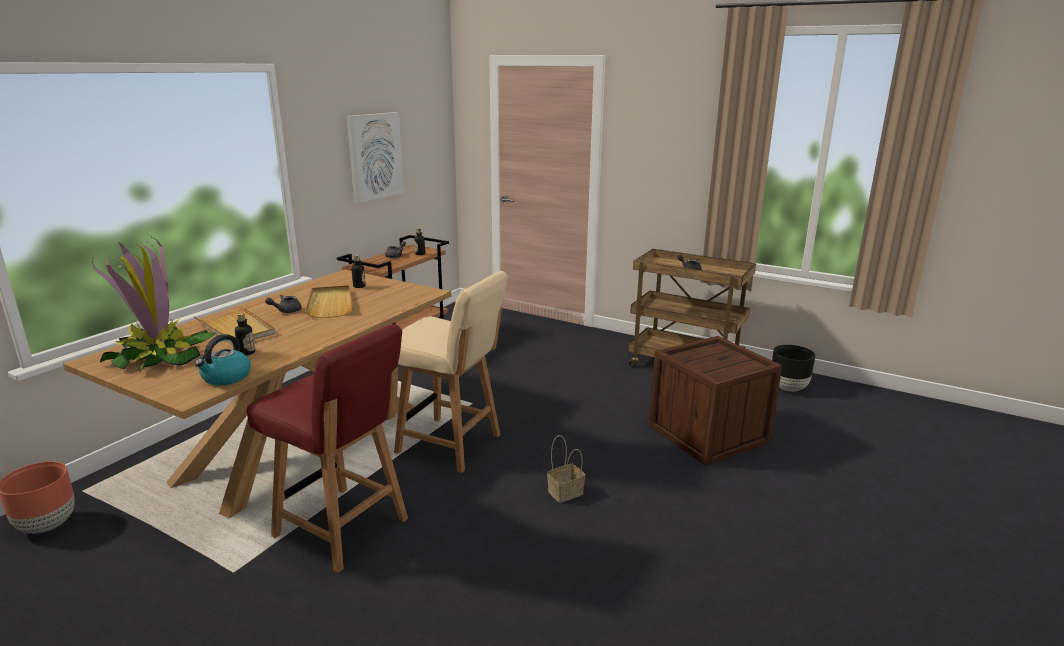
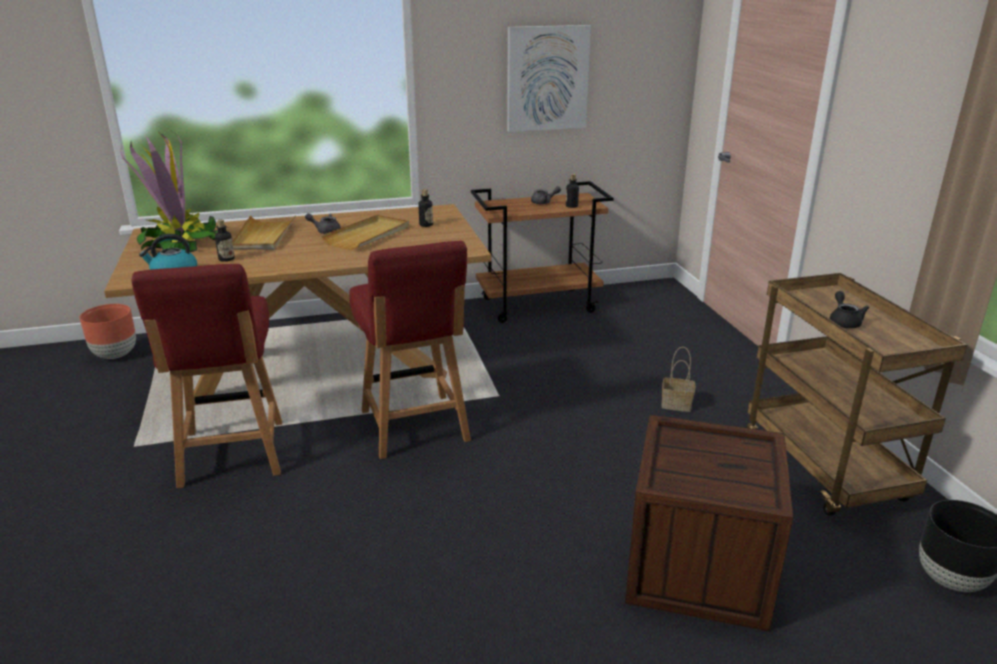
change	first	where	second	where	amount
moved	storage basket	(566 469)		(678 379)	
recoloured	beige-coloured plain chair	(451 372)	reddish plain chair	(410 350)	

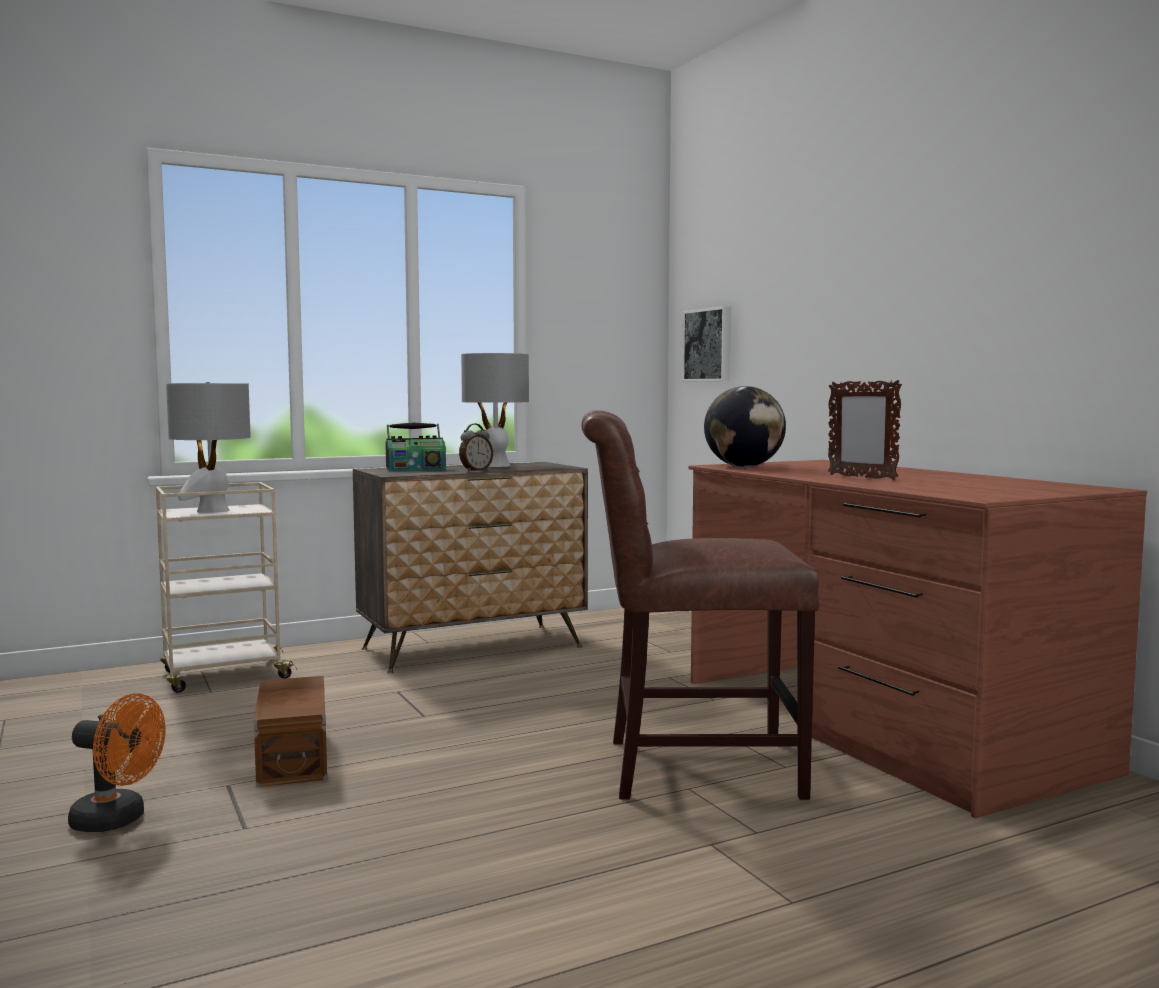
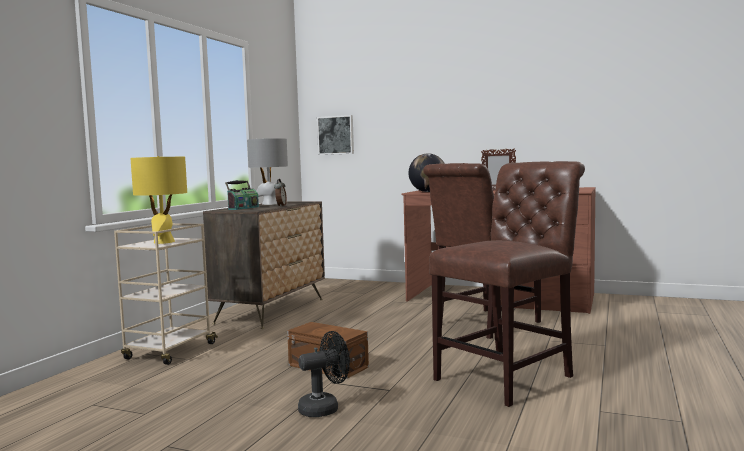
change	first	where	second	where	amount
added			brown plain chair	(507 284)	
recoloured	orangey electric fan	(117 762)	blackish electric fan	(324 374)	
recoloured	gray tabletop lamp	(208 447)	yellow-coloured tabletop lamp	(158 200)	

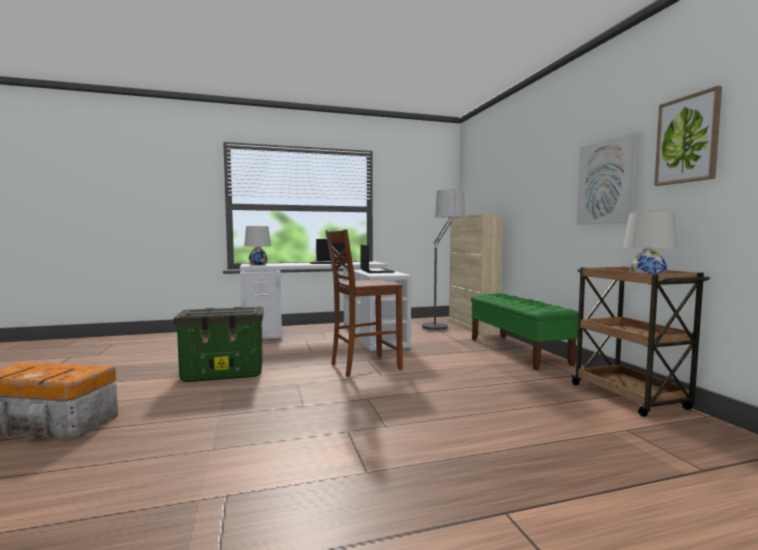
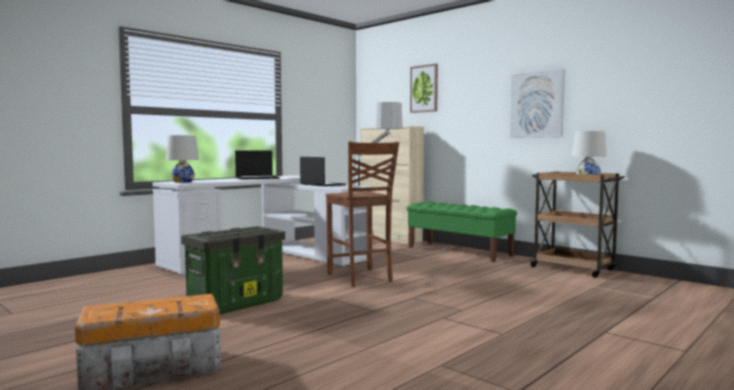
change	first	where	second	where	amount
moved	picture	(688 136)		(424 88)	
turned	brown plain chair	(364 303)		(362 214)	60 degrees counterclockwise

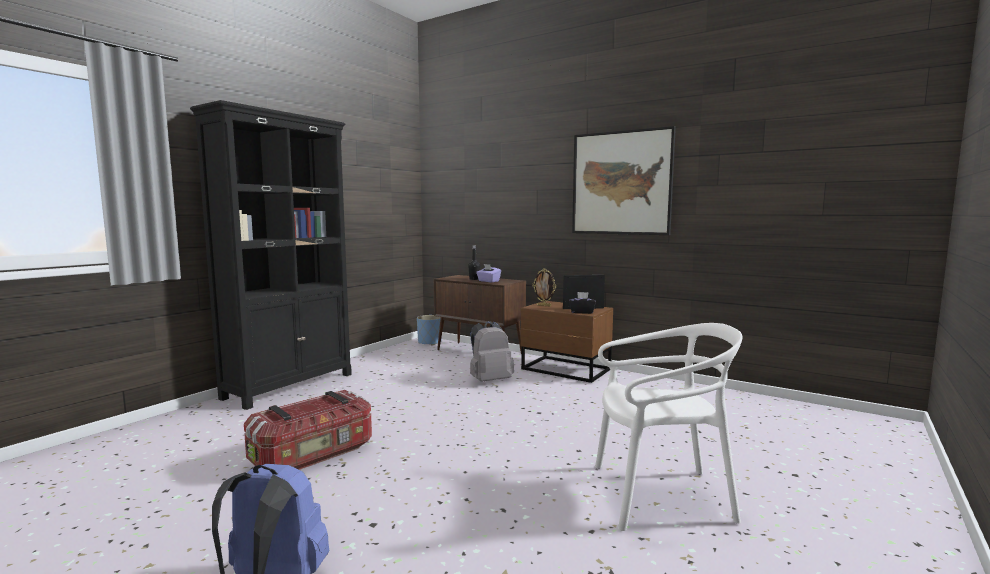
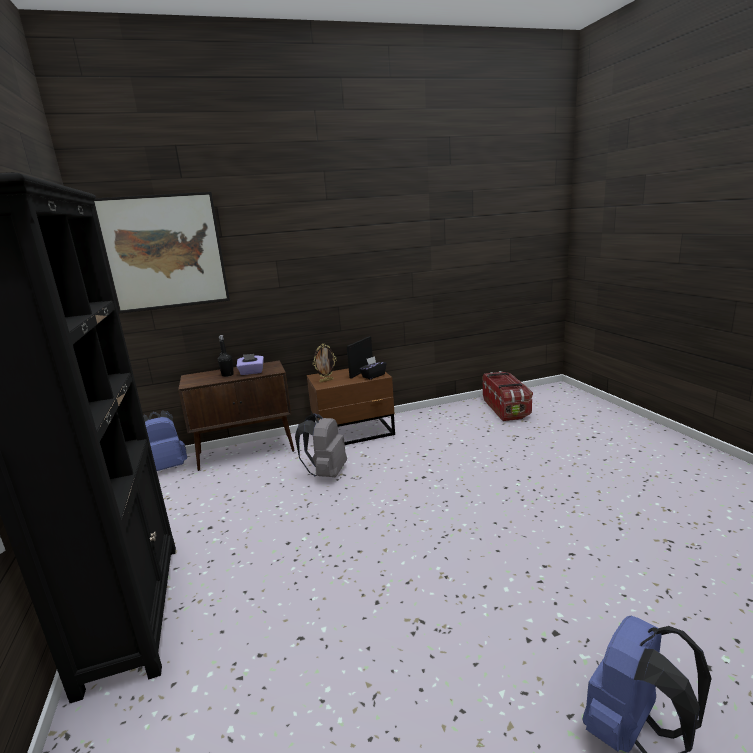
change	first	where	second	where	amount
removed	whitish plain chair	(669 427)			
moved	storage bin	(308 430)		(508 396)	
moved	picture	(624 180)		(161 253)	
replaced	blue-coloured planter	(429 330)	blue-coloured knapsack	(165 441)	

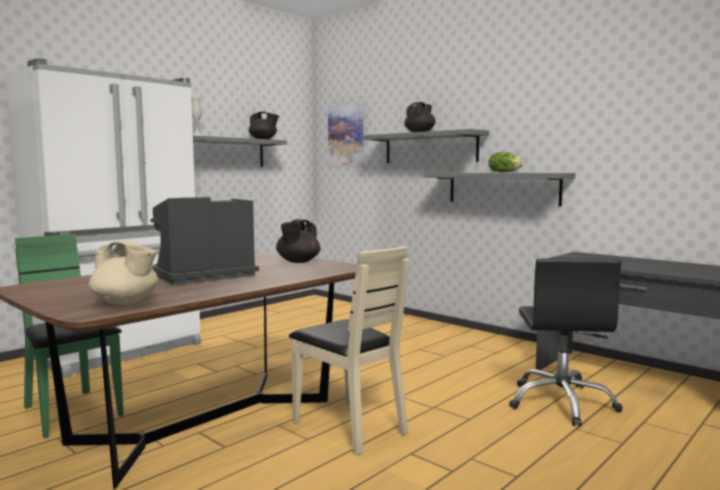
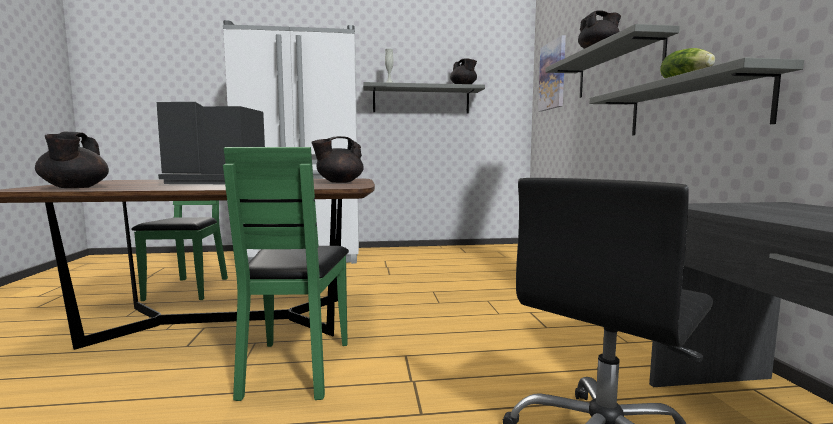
change	first	where	second	where	amount
recoloured	beige-coloured tea pot	(123 273)	blackish tea pot	(72 160)	
recoloured	beige-coloured plain chair	(349 350)	greenish plain chair	(286 274)	

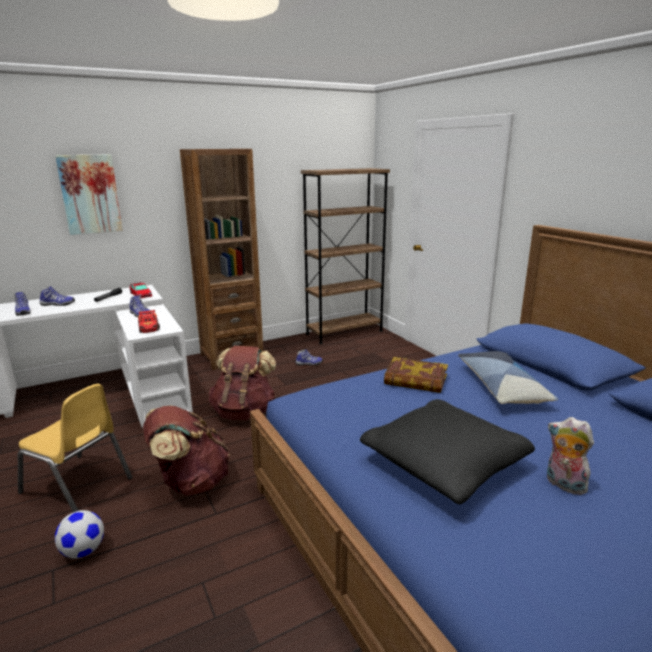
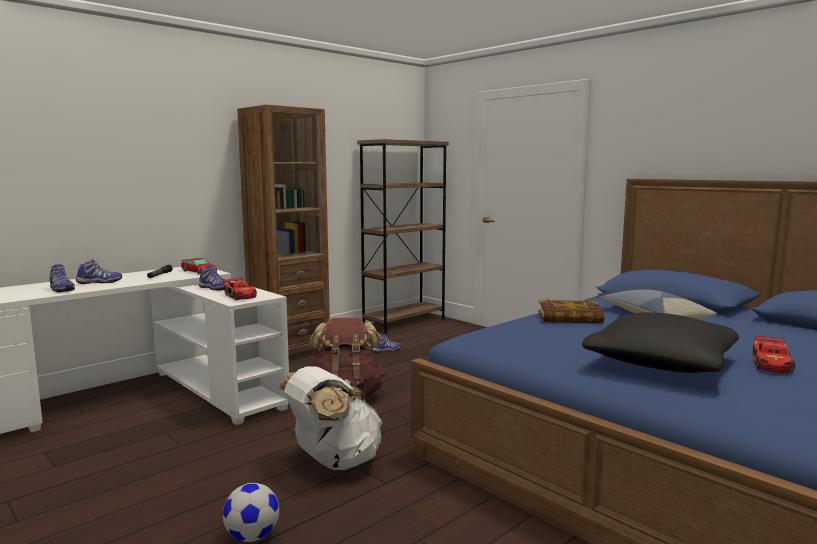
change	first	where	second	where	amount
removed	yellow-coloured plain chair	(75 448)			
removed	picture	(89 194)			
replaced	plush toy	(570 456)	toy car	(774 354)	
recoloured	brown knapsack	(186 451)	whitish knapsack	(331 418)	

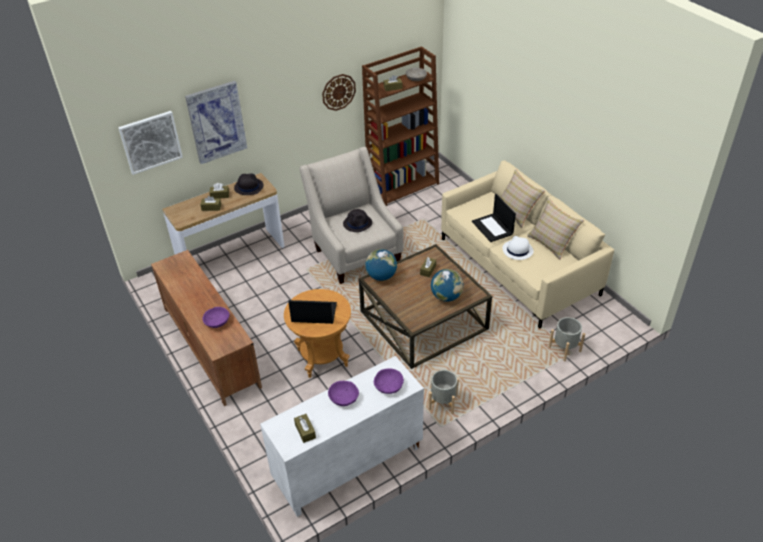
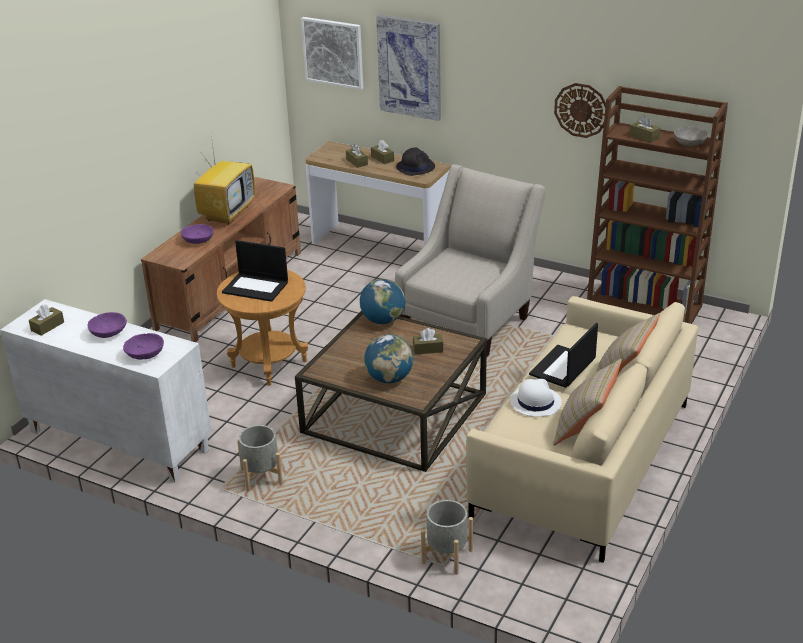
change	first	where	second	where	amount
removed	blackish wearable hat	(357 220)			
added			television	(224 180)	
turned	laptop	(312 312)		(255 271)	135 degrees clockwise

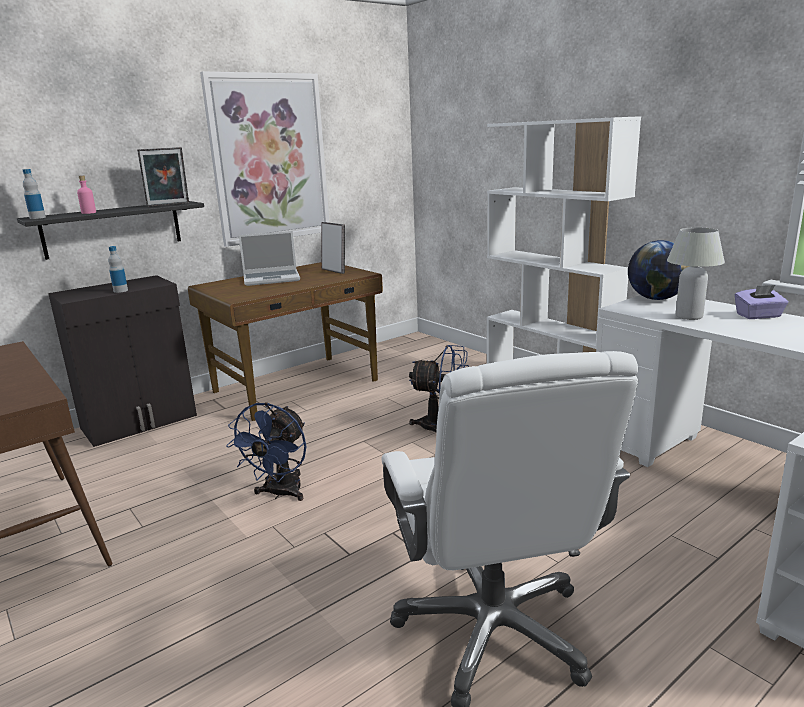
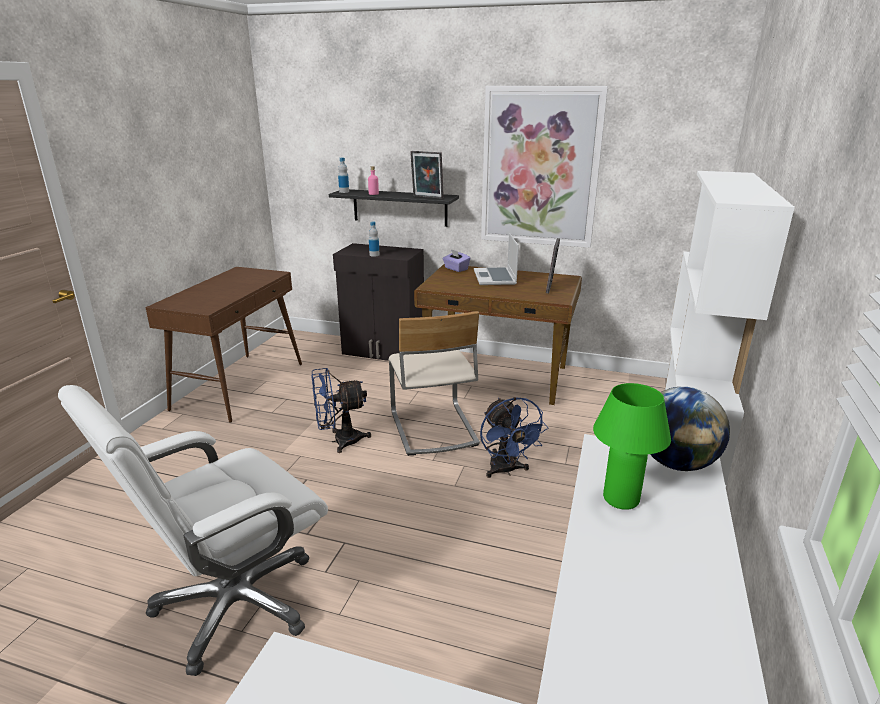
change	first	where	second	where	amount
added			beige-coloured plain chair	(434 383)	
moved	purple tissue box	(761 302)		(456 260)	
recoloured	whitish tabletop lamp	(696 273)	greenish tabletop lamp	(632 446)	
turned	laptop	(269 258)		(496 259)	45 degrees clockwise

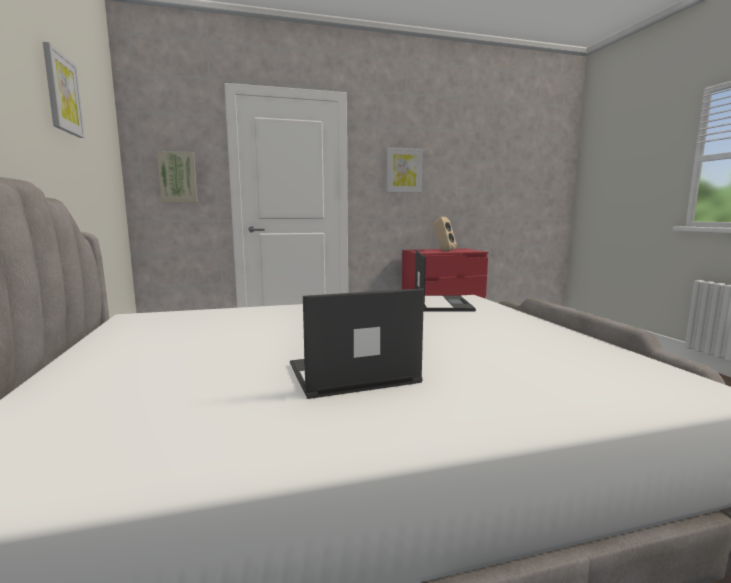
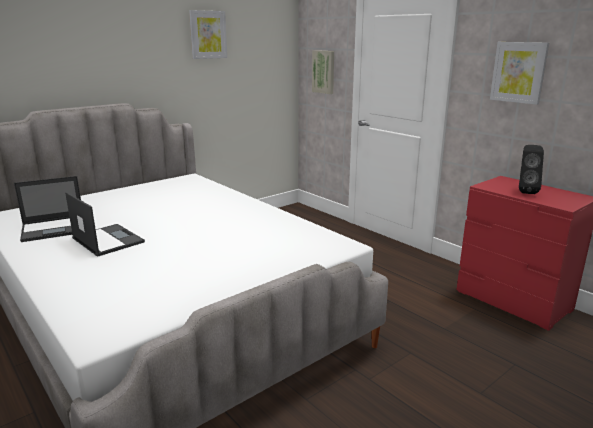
change	first	where	second	where	amount
moved	laptop	(445 281)		(47 209)	
recoloured	beige-coloured loudspeaker	(445 234)	blackish loudspeaker	(531 169)	

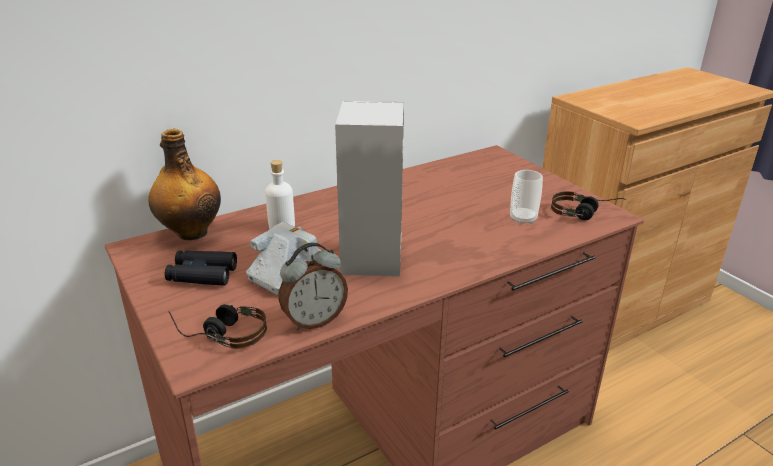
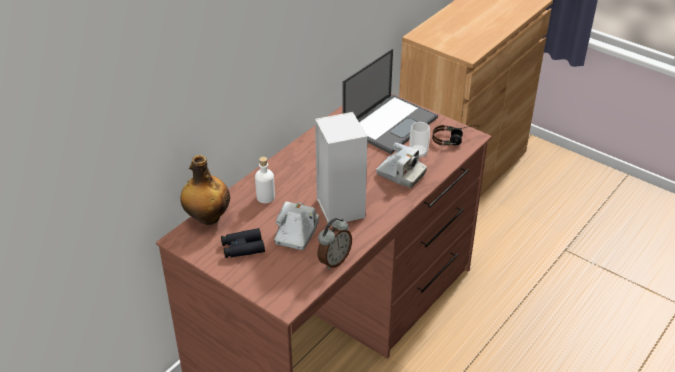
change	first	where	second	where	amount
removed	headset	(218 326)			
added			laptop	(390 101)	
added			still camera	(401 165)	

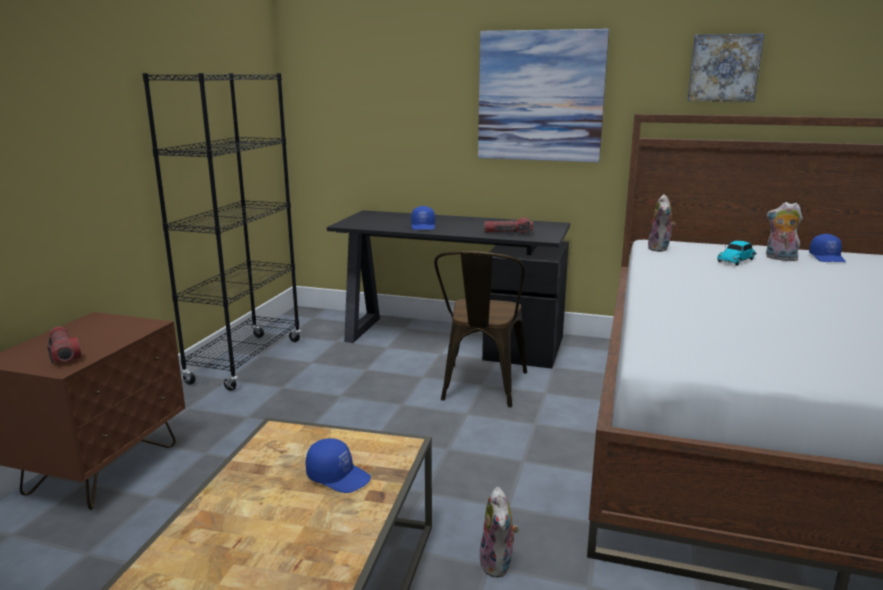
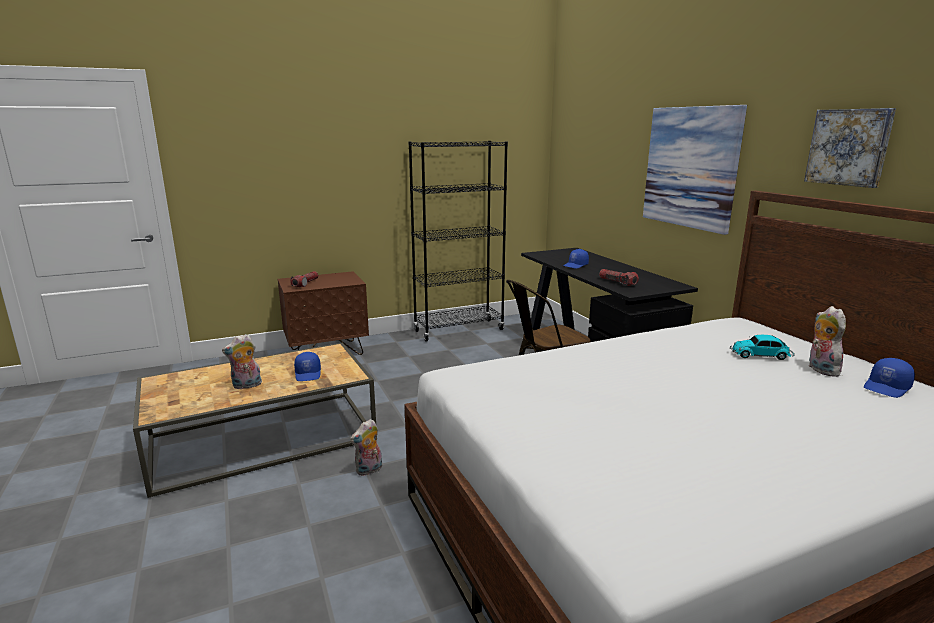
change	first	where	second	where	amount
moved	plush toy	(662 223)		(242 361)	

